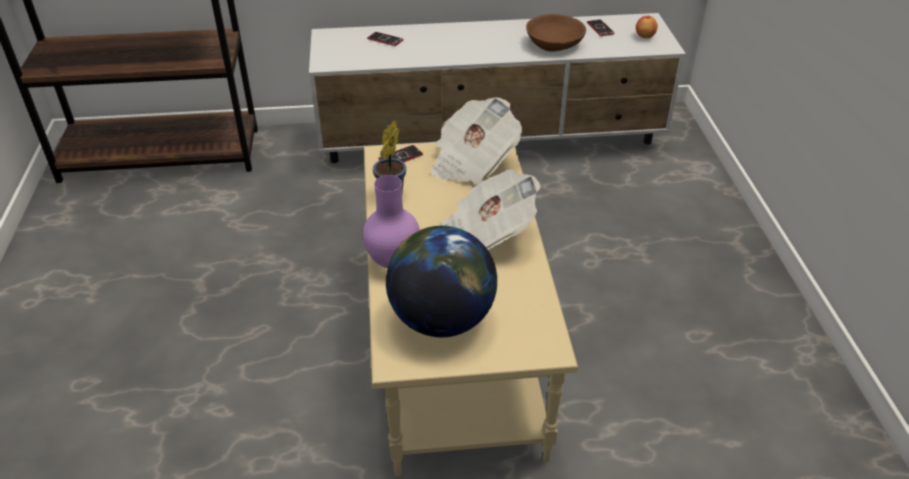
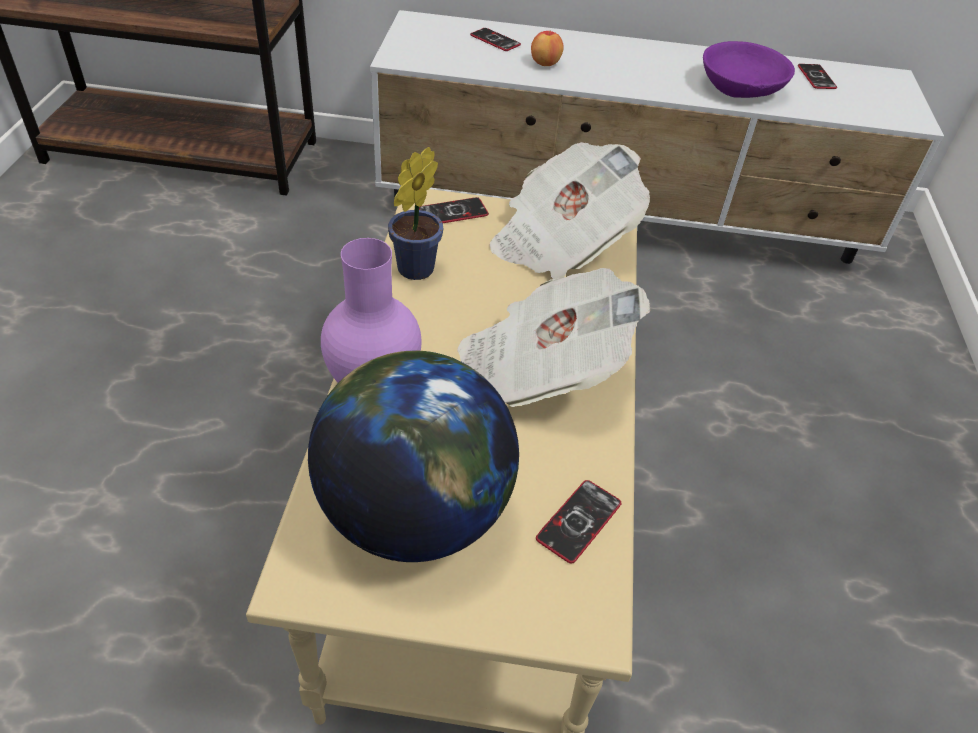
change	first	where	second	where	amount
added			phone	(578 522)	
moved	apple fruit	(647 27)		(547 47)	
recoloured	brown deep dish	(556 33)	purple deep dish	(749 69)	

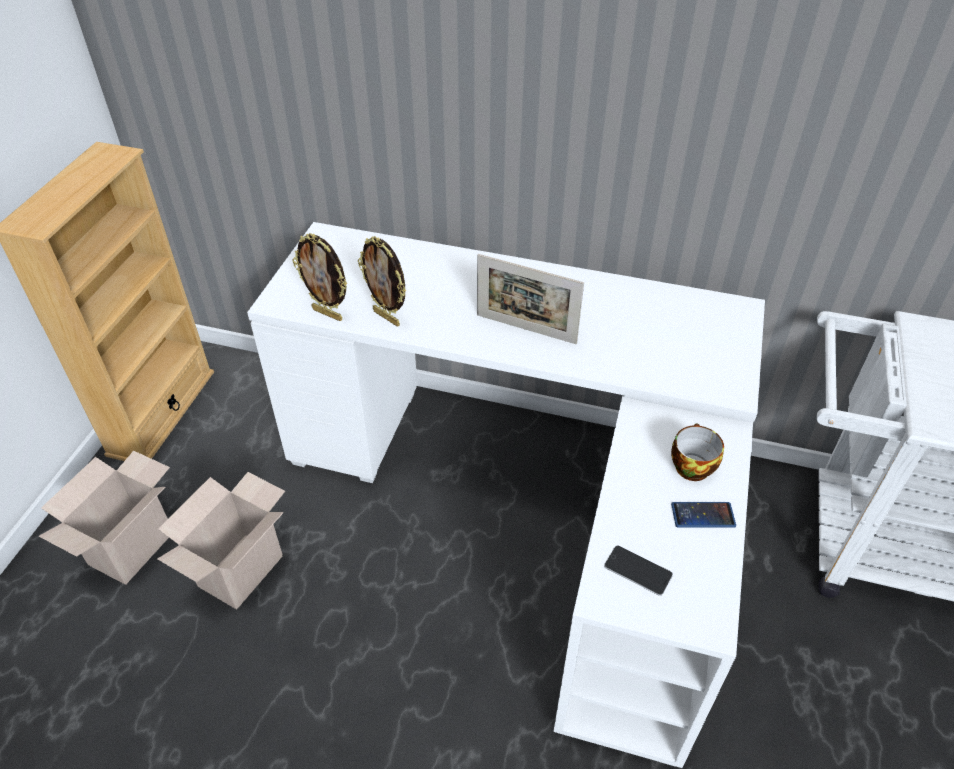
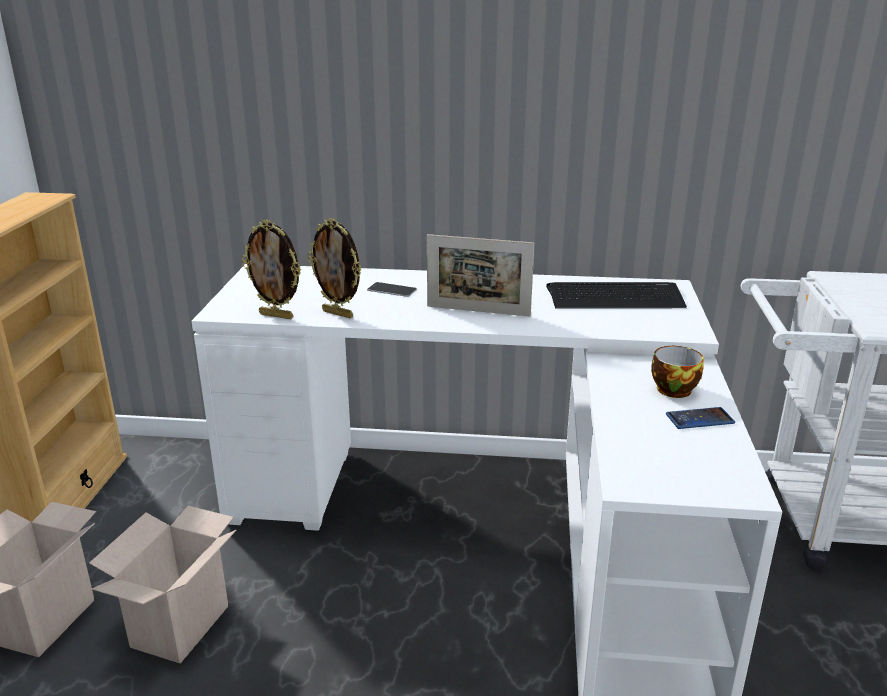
change	first	where	second	where	amount
added			computer keyboard	(616 295)	
moved	phone	(638 571)		(392 289)	

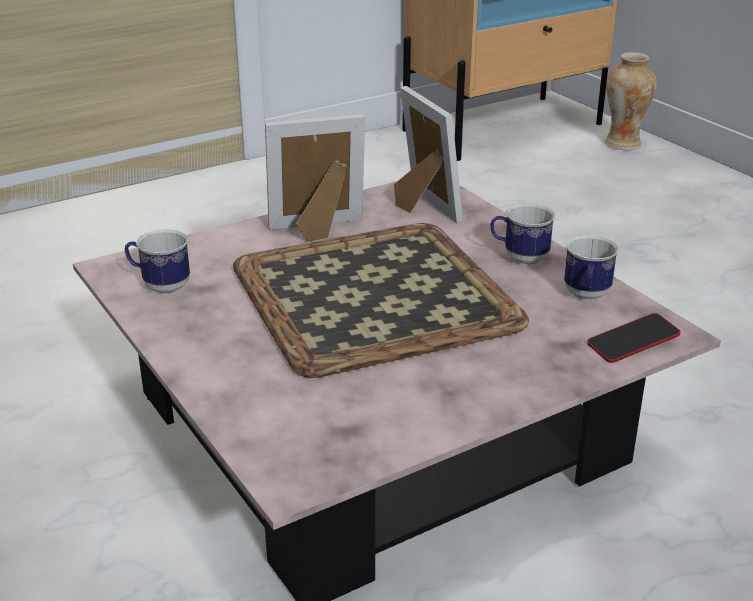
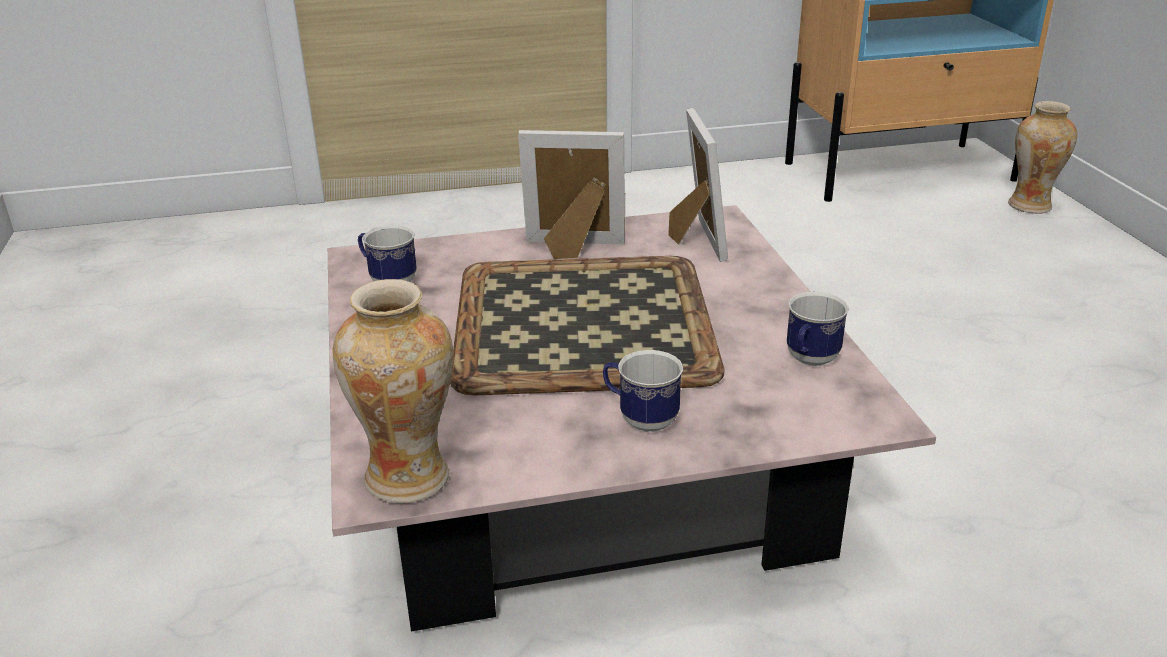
change	first	where	second	where	amount
removed	phone	(633 338)			
added			flower vase	(393 391)	
moved	tea mug	(523 234)		(643 391)	

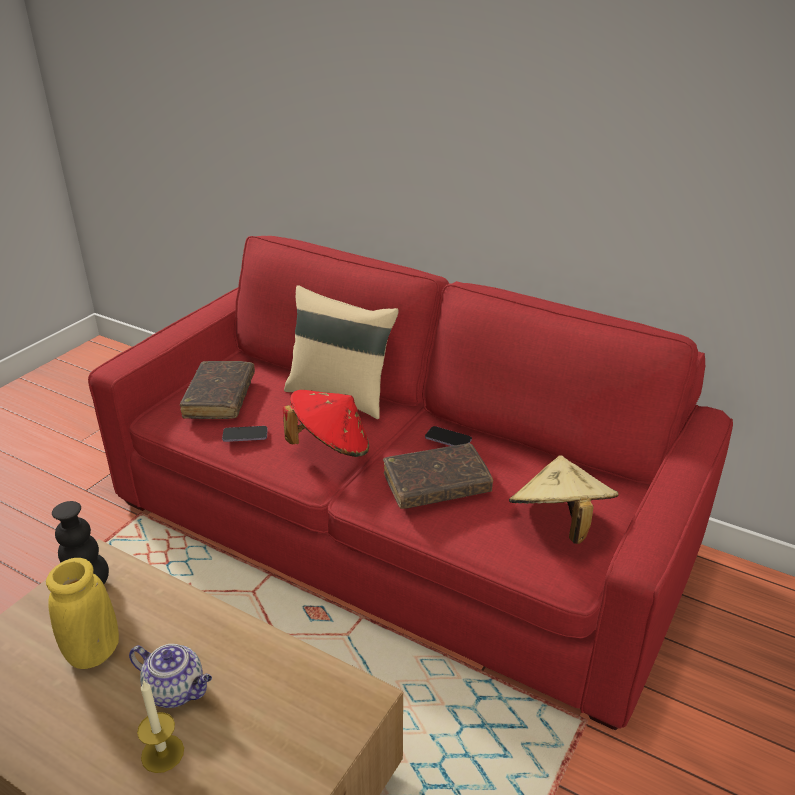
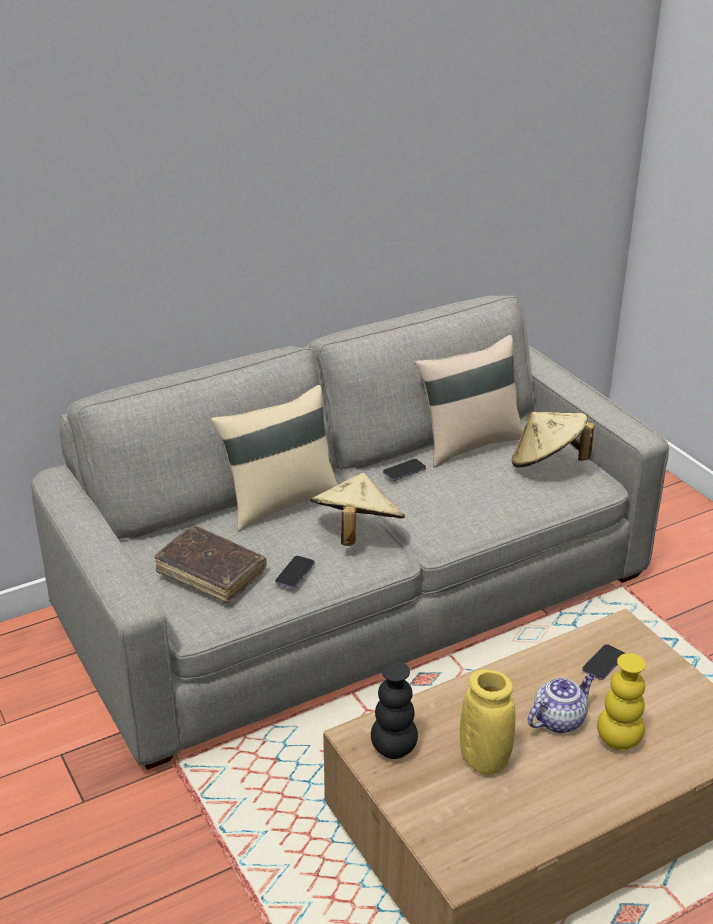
change	first	where	second	where	amount
removed	brown book	(438 476)			
added			beige-coloured throw pillow	(469 401)	
added			phone	(603 662)	
replaced	candle	(160 726)	yellow-coloured flower vase	(621 702)	
recoloured	reddish couch	(410 483)	gray couch	(350 533)	
recoloured	reddish wearable hat	(326 423)	beige-coloured wearable hat	(358 509)	

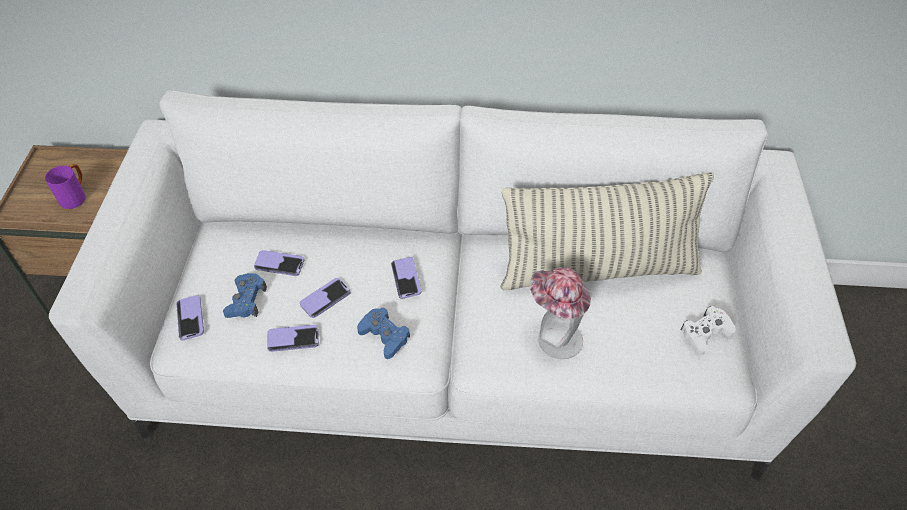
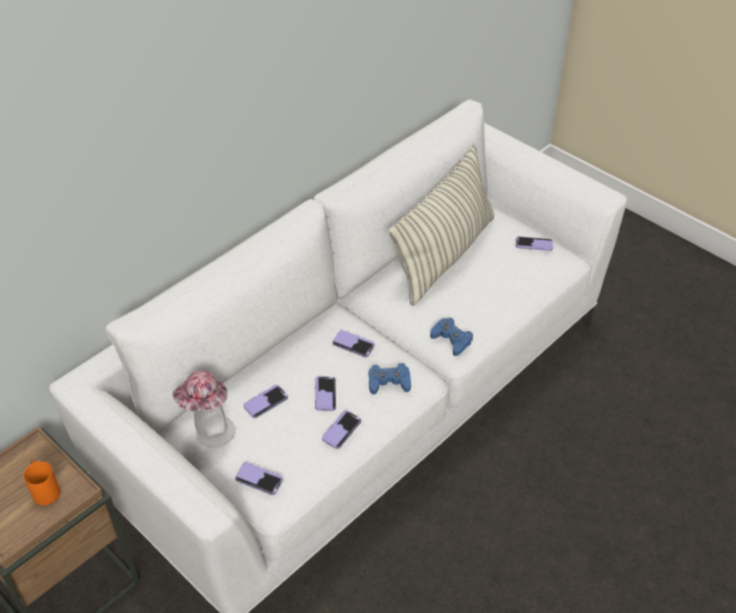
change	first	where	second	where	amount
moved	blue-coloured joypad	(245 295)		(451 337)	
moved	wearable hat	(560 313)		(203 409)	
replaced	whitish joypad	(708 331)	phone	(534 243)	
recoloured	purple tea mug	(65 186)	orangey tea mug	(41 482)	

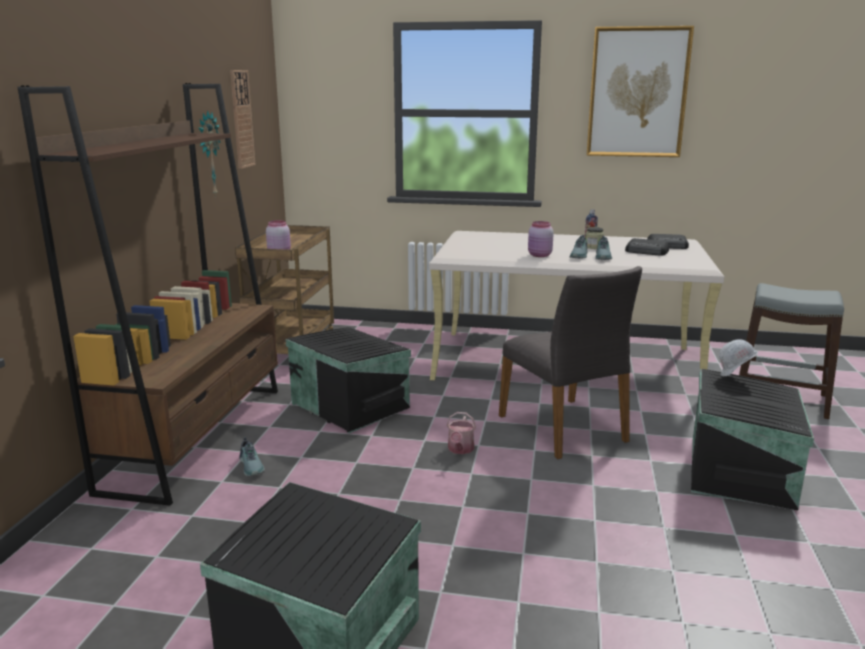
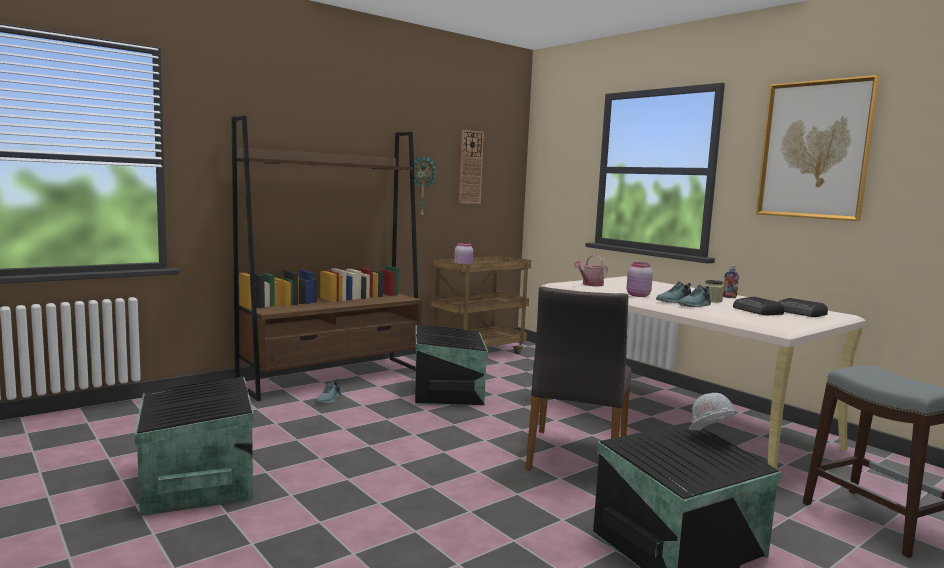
change	first	where	second	where	amount
moved	watering pot	(461 433)		(590 270)	

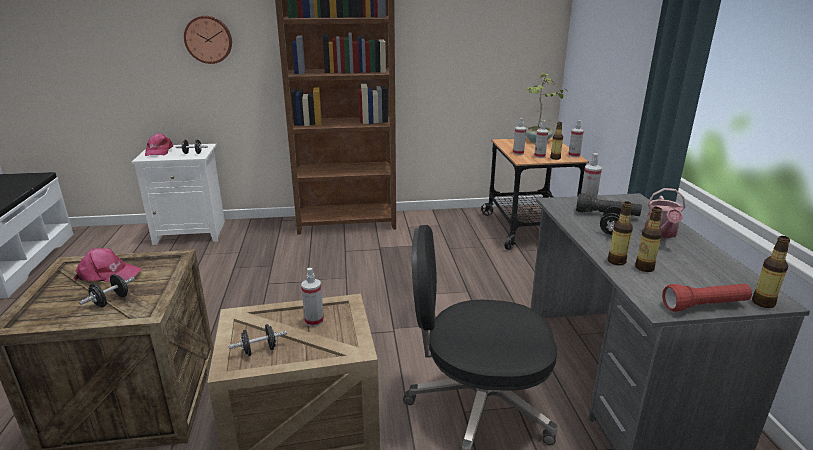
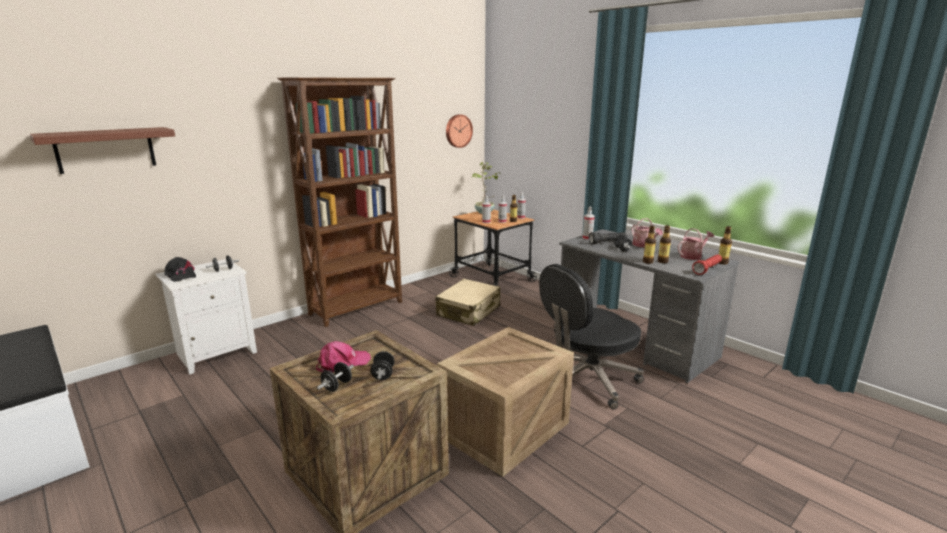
change	first	where	second	where	amount
removed	hand sprayer	(312 297)			
added			bracket shelf	(102 150)	
added			beige-coloured travel case	(468 302)	
added			watering pot	(695 244)	
moved	hanging clock	(208 40)		(459 131)	
moved	blackish dumbbell	(257 340)		(335 377)	
recoloured	pink cap	(159 144)	blackish cap	(180 269)	

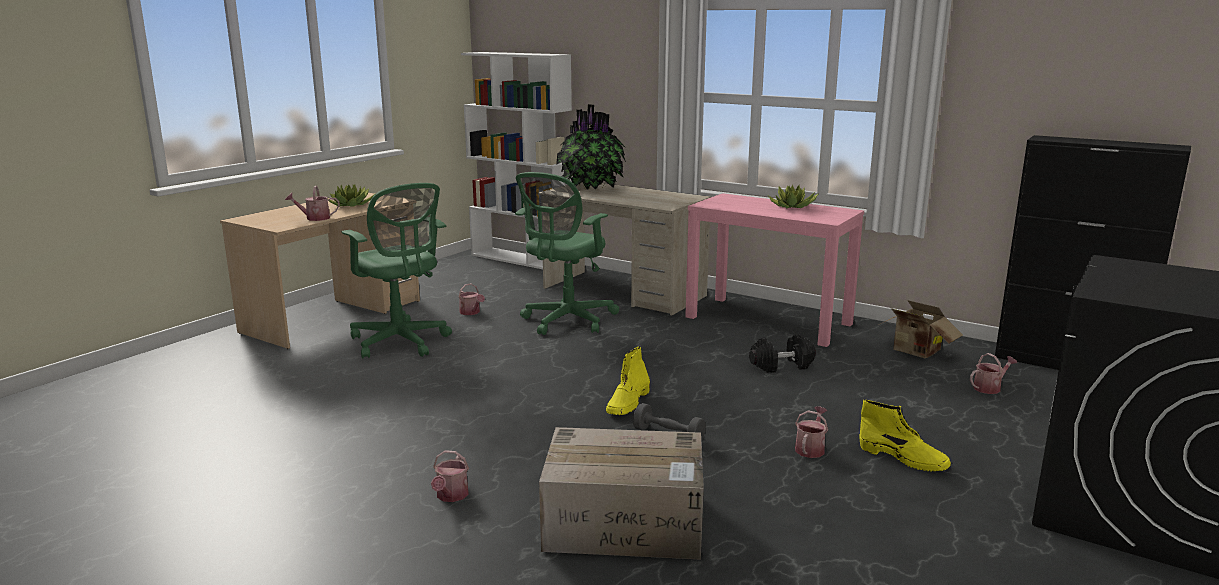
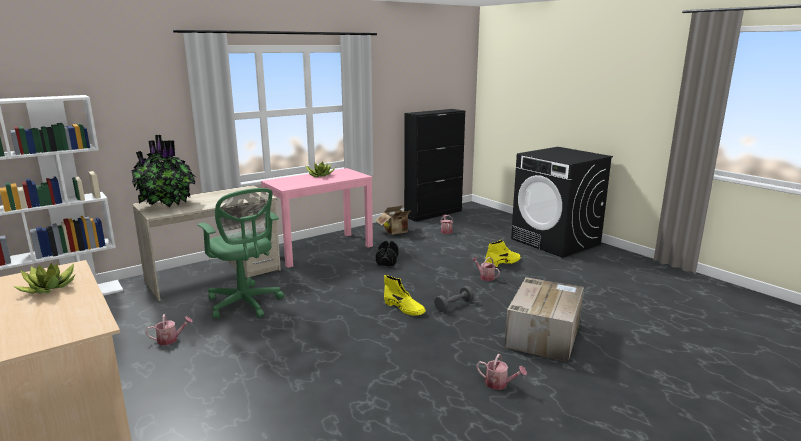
change	first	where	second	where	amount
removed	watering pot	(312 203)			
removed	greenish desk chair	(397 271)			

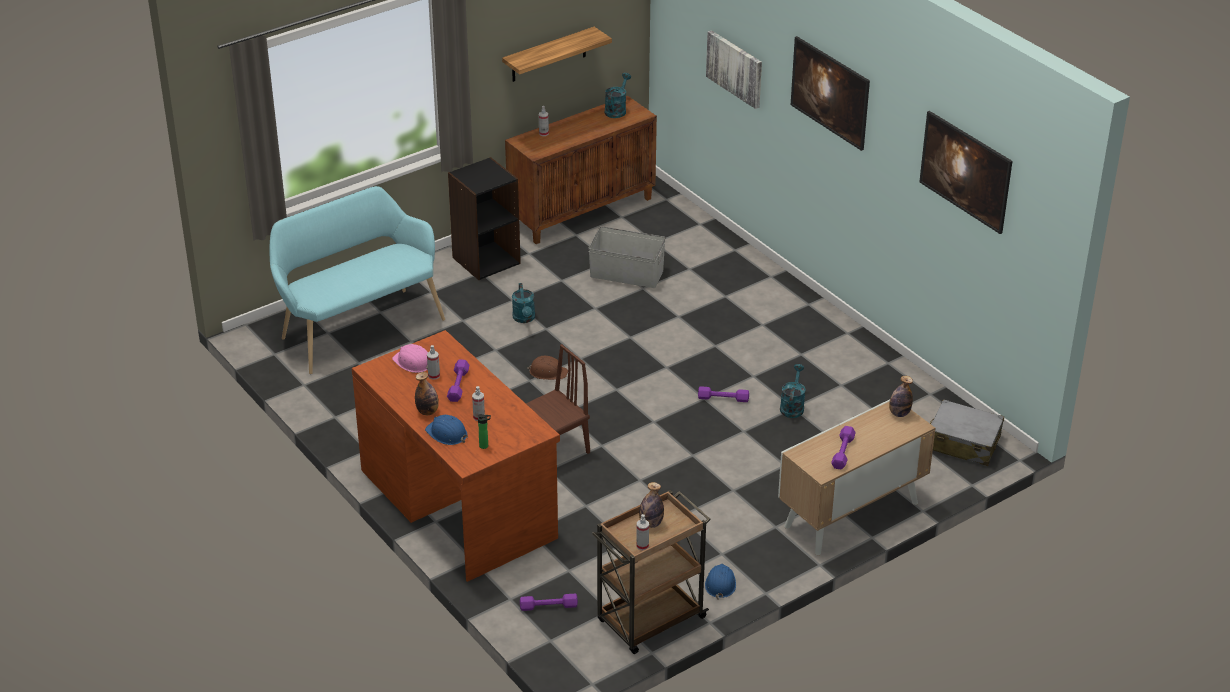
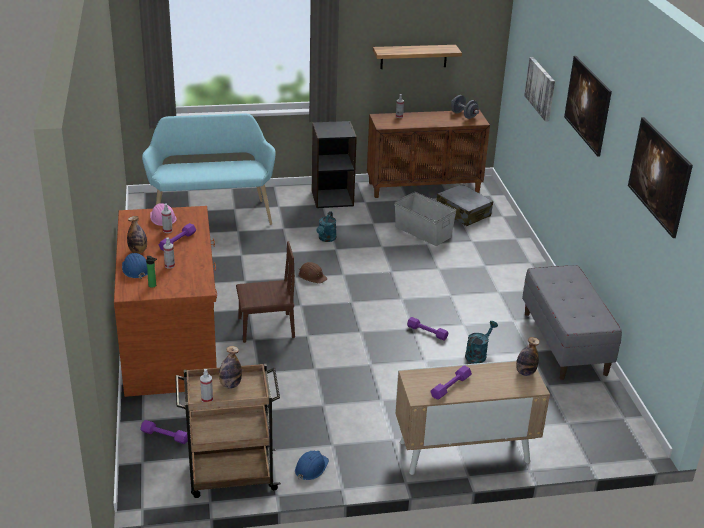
change	first	where	second	where	amount
added			gray indoor bench	(572 322)	
moved	gray travel case	(967 432)		(464 205)	
replaced	blue-green watering pot	(618 95)	gray dumbbell	(465 107)	

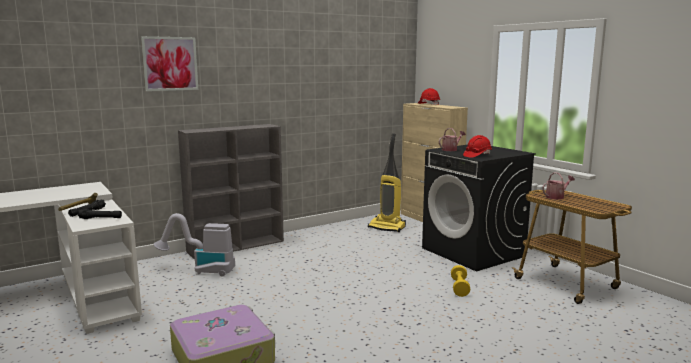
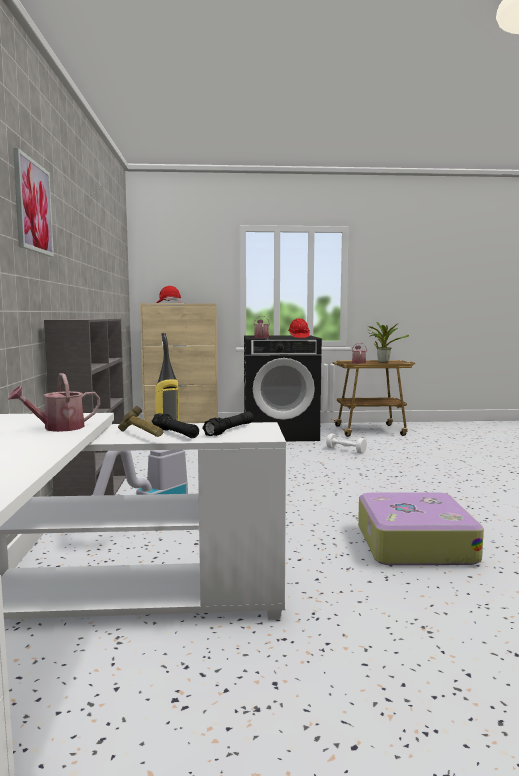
change	first	where	second	where	amount
added			watering pot	(54 402)	
added			plant in a pot	(388 342)	
recoloured	yellow-coloured dumbbell	(461 281)	whitish dumbbell	(346 443)	

